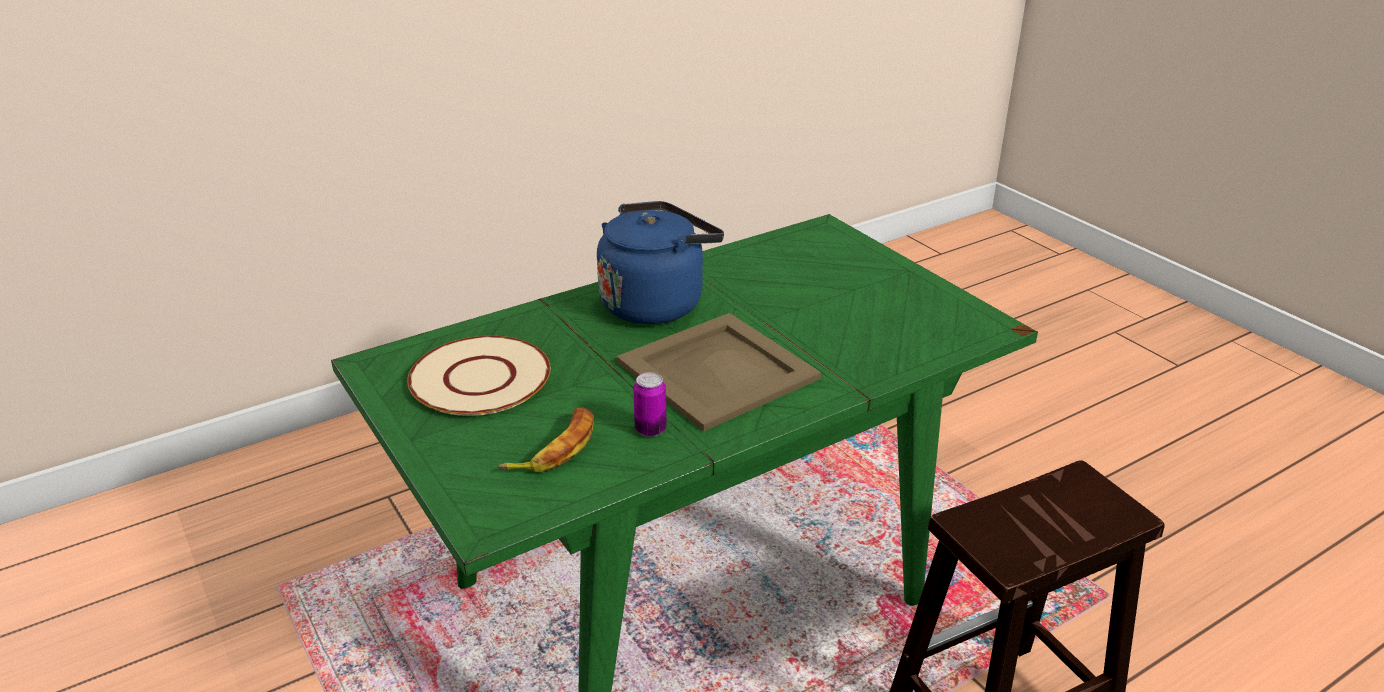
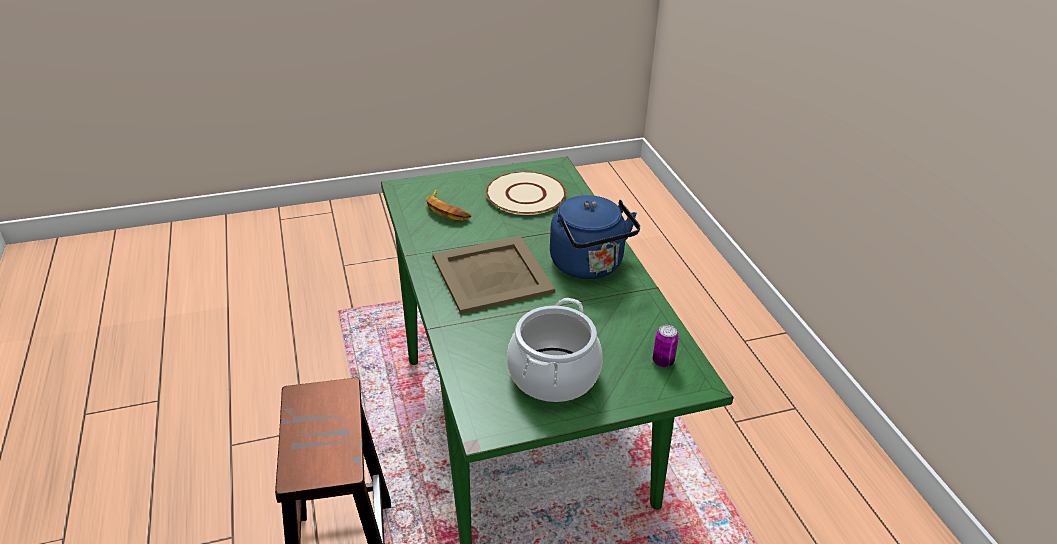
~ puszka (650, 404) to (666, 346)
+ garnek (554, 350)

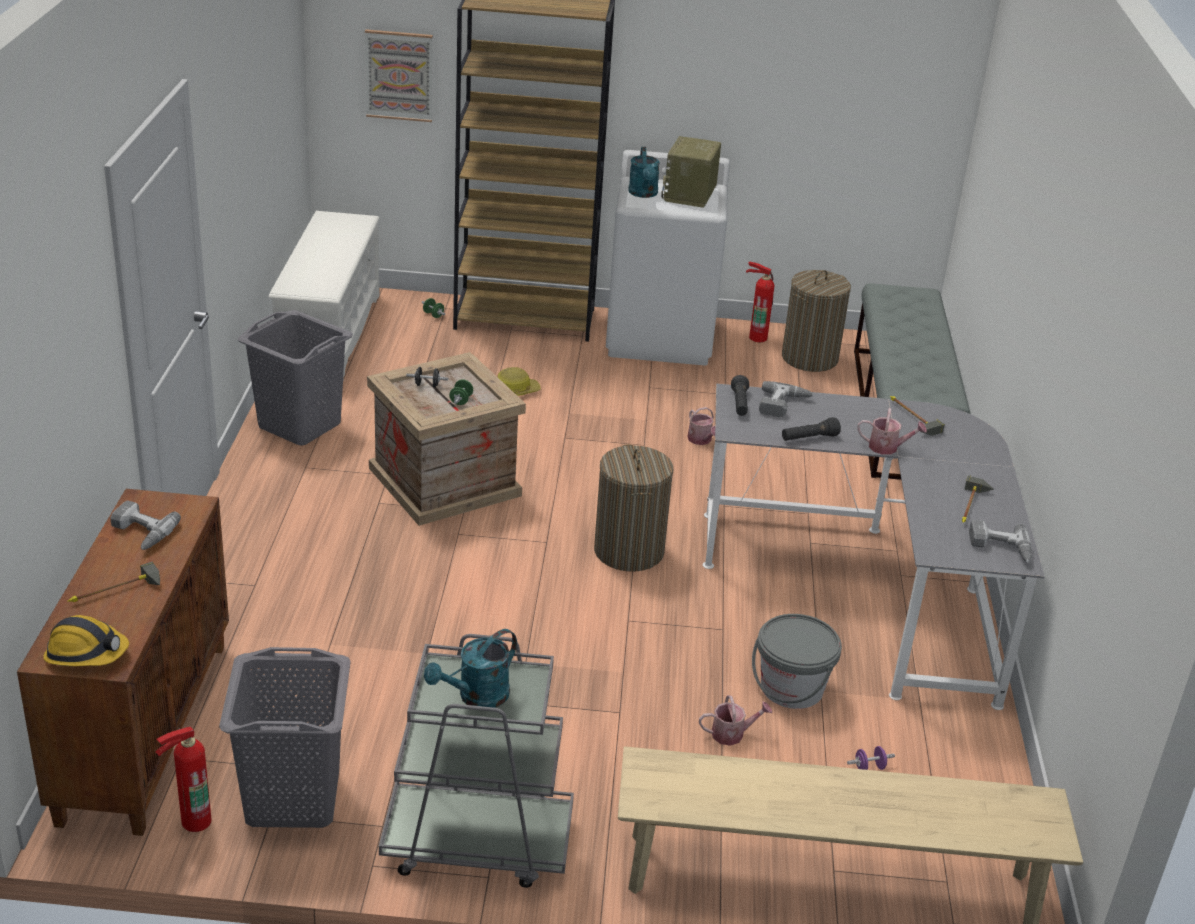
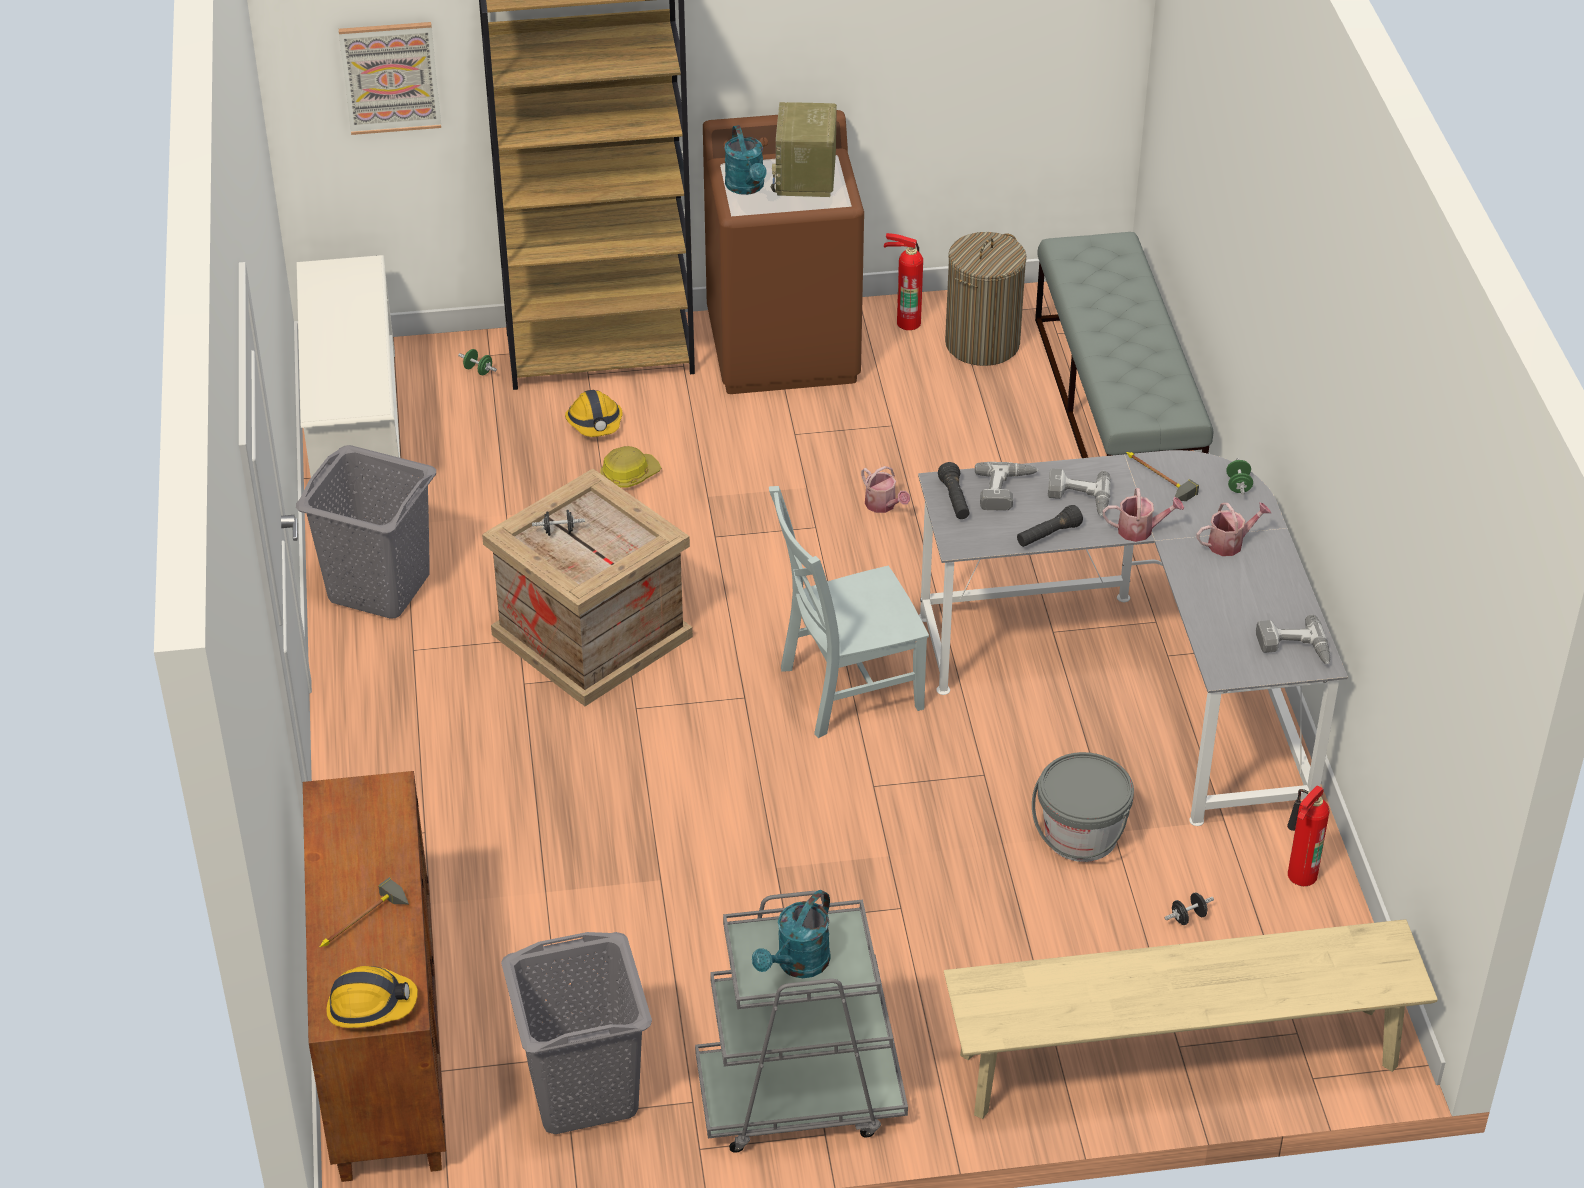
~ pralka [biały] (668, 257) to pralka [brązowy] (783, 252)
~ hantel [zielony] (461, 392) to (1239, 476)
~ kosz na pranie (633, 508) to krzesło [szary] (849, 612)
- młotek (978, 499)
~ wiertarka (145, 525) to (1079, 492)
~ konewka (735, 720) to (1233, 529)
~ gaśnica (184, 779) to (1308, 836)
~ hantel [fioletowy] (871, 758) to hantel [czarny] (1189, 908)
+ kask (593, 413)

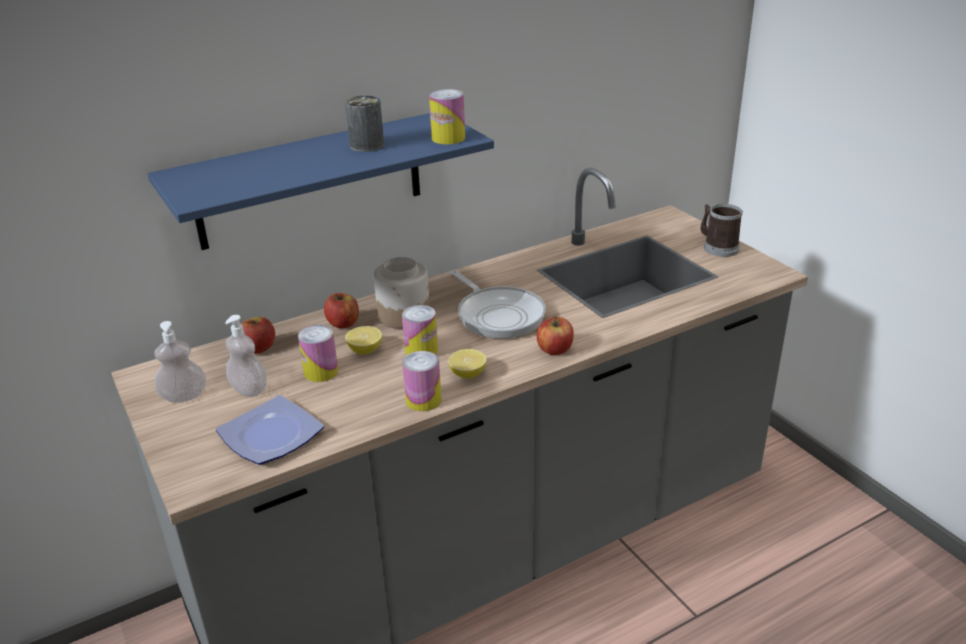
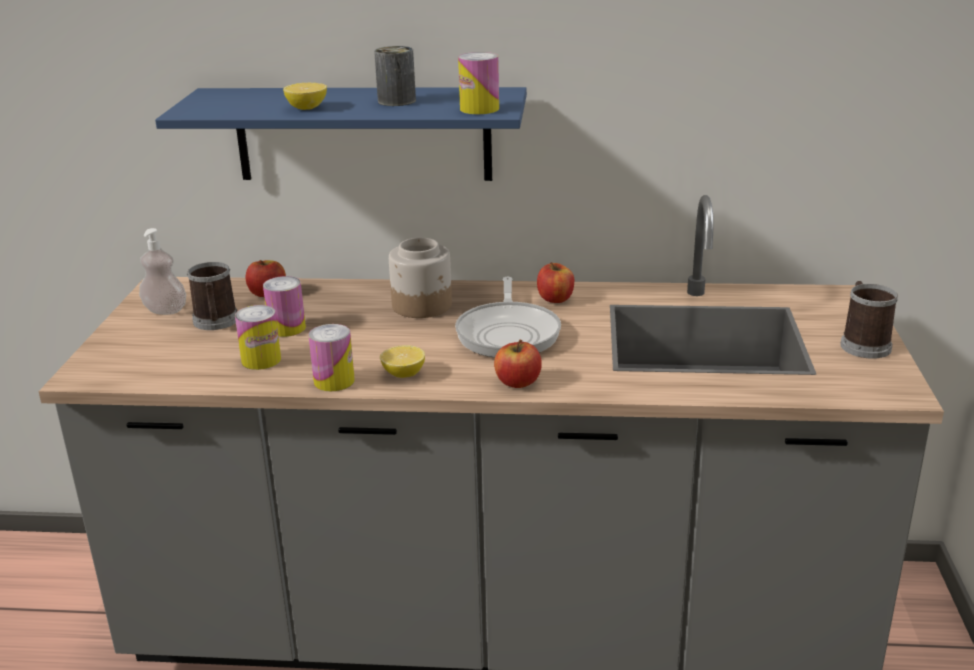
~ jabłko (341, 310) to (555, 282)
~ puszka (420, 330) to (258, 337)
~ dozownik mydła (246, 356) to kubek (212, 296)
~ cytryna (363, 340) to (305, 96)
- talerz (270, 430)

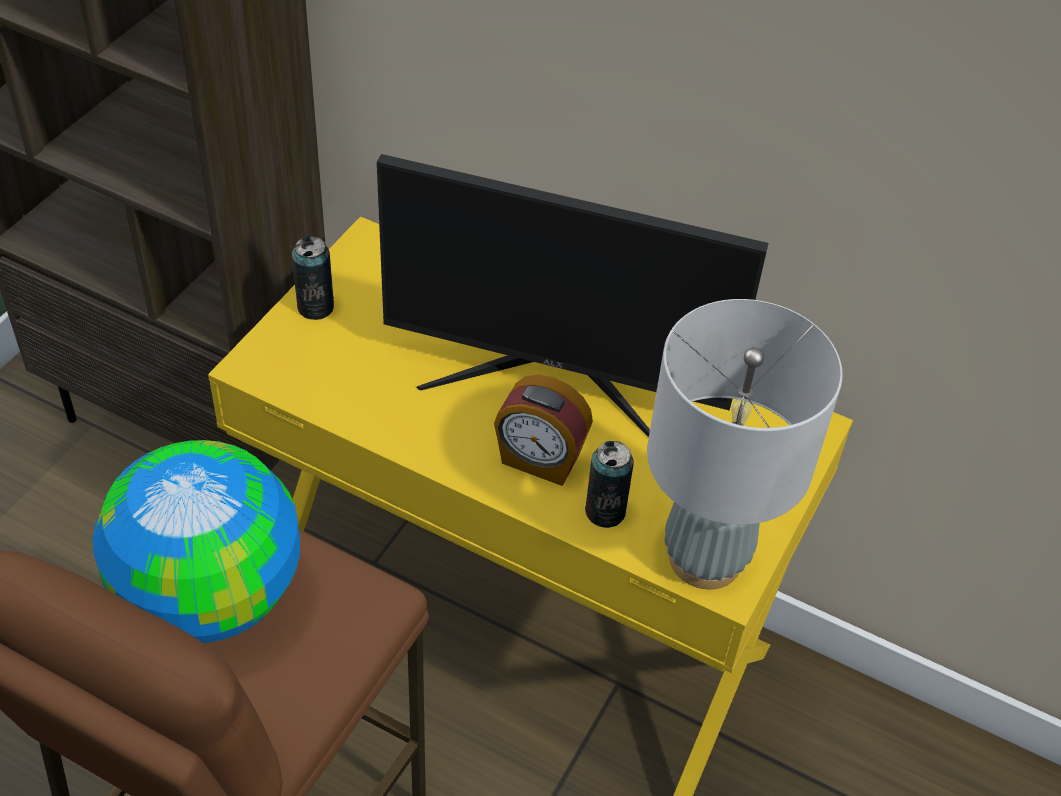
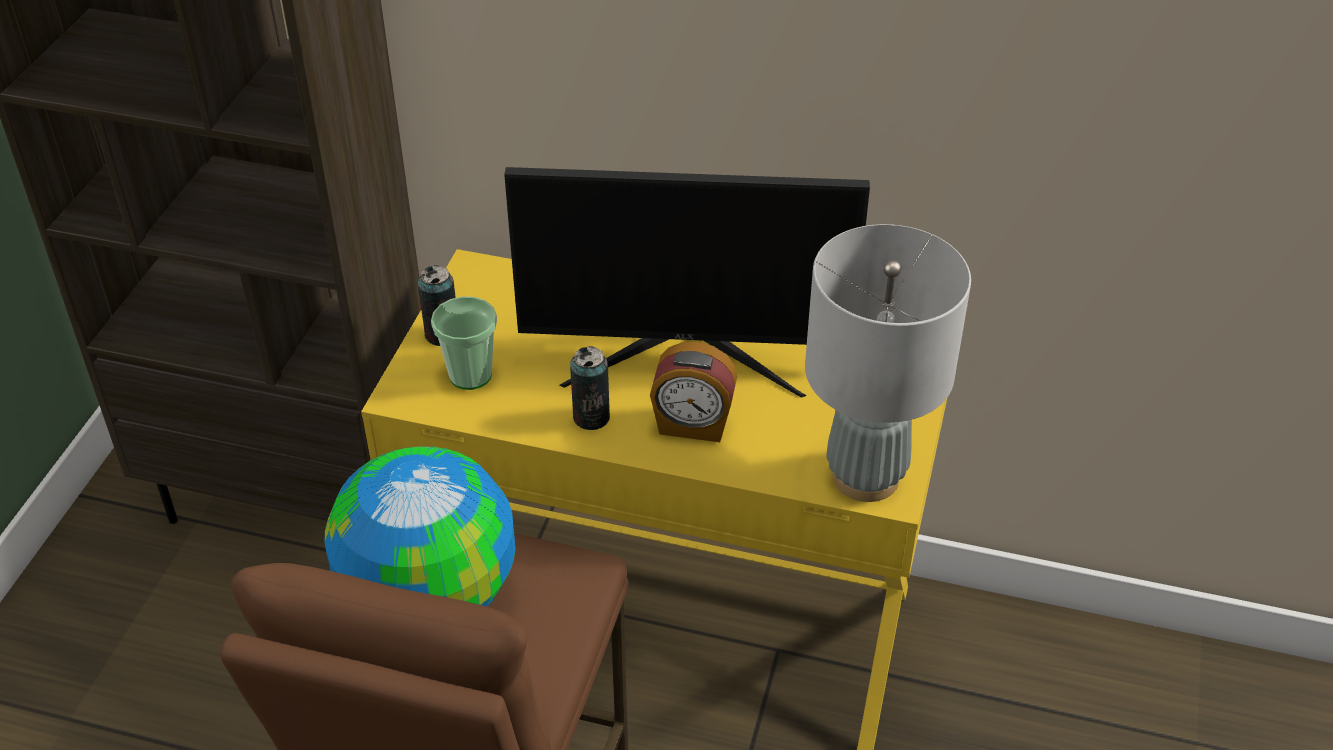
~ puszka (609, 484) to (590, 388)
+ filiżanka (464, 343)

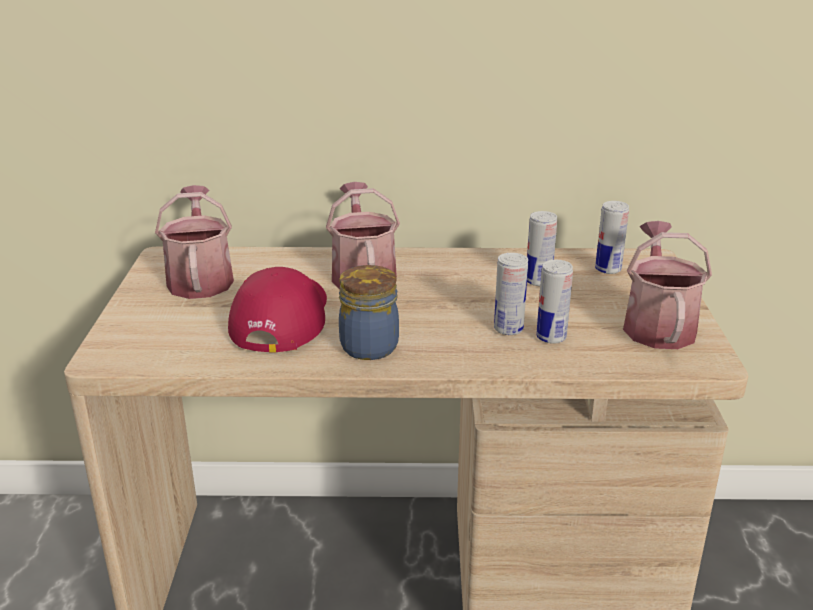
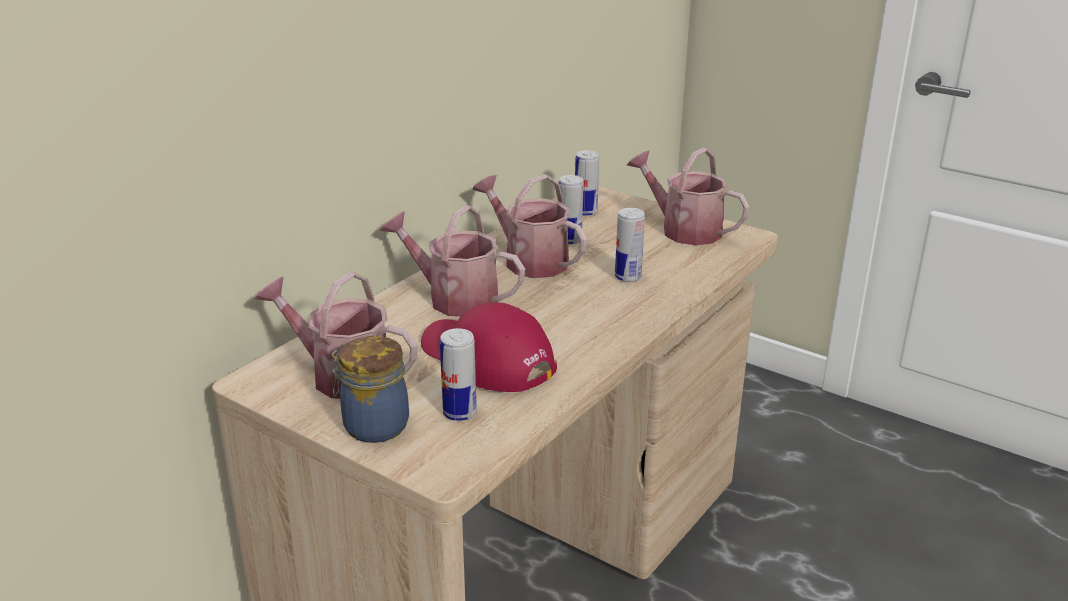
~ puszka (554, 302) to (458, 374)
~ słoik (369, 312) to (370, 389)
+ konewka (529, 226)

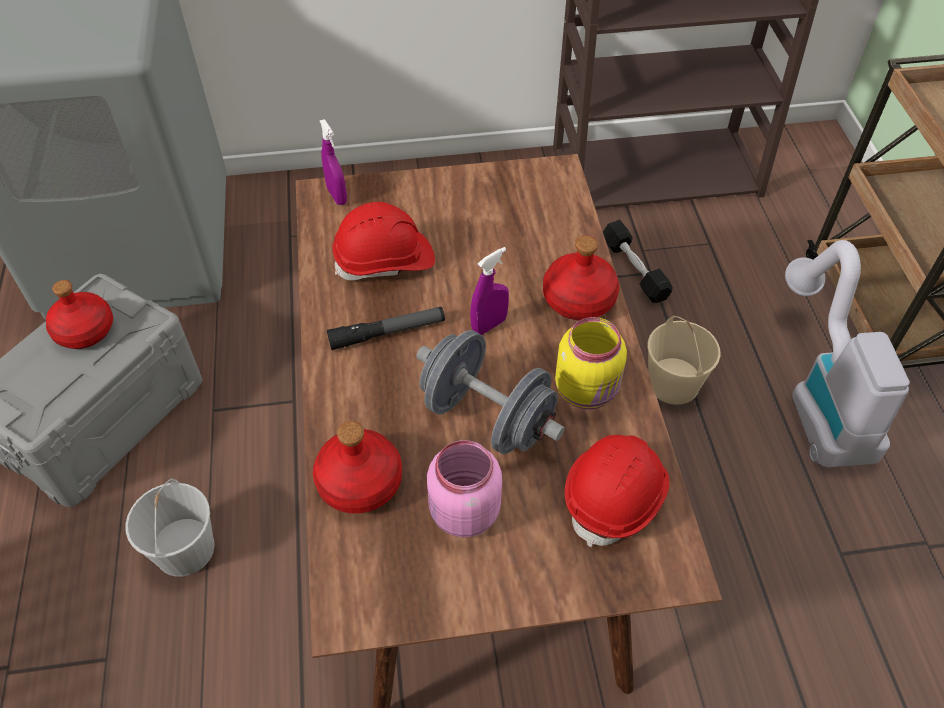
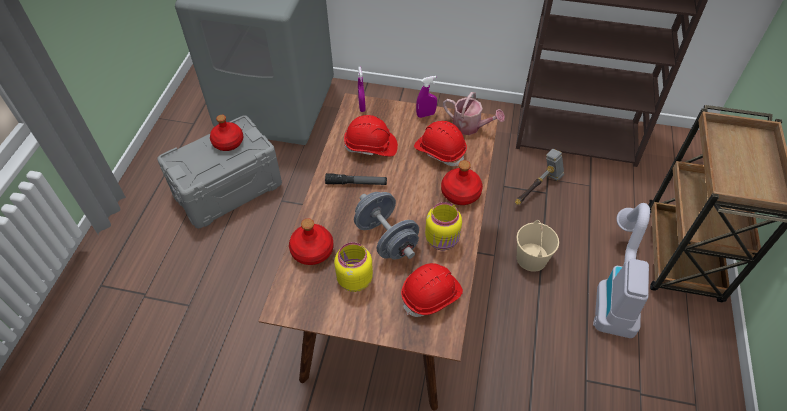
~ hantel [czarny] (638, 261) to młotek (539, 177)
~ spryskiwacz [fioletowy] (489, 291) to (426, 97)
~ słoik [różowy] (464, 488) to słoik [żółty] (353, 267)
- wiadro [biały] (170, 528)
+ konewka (474, 113)
+ kask [czerwony] (440, 143)

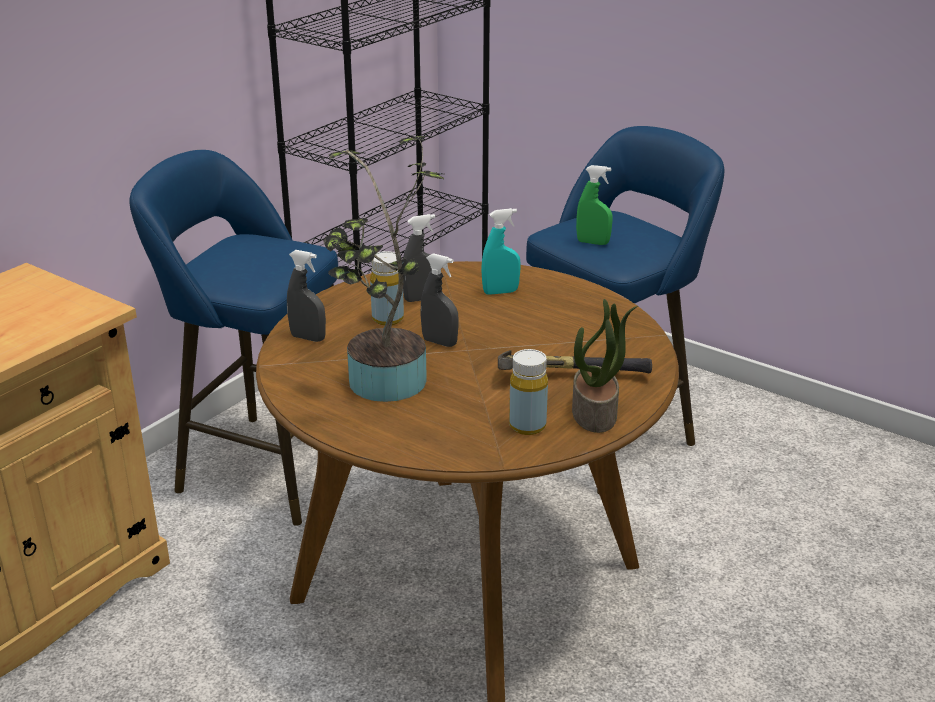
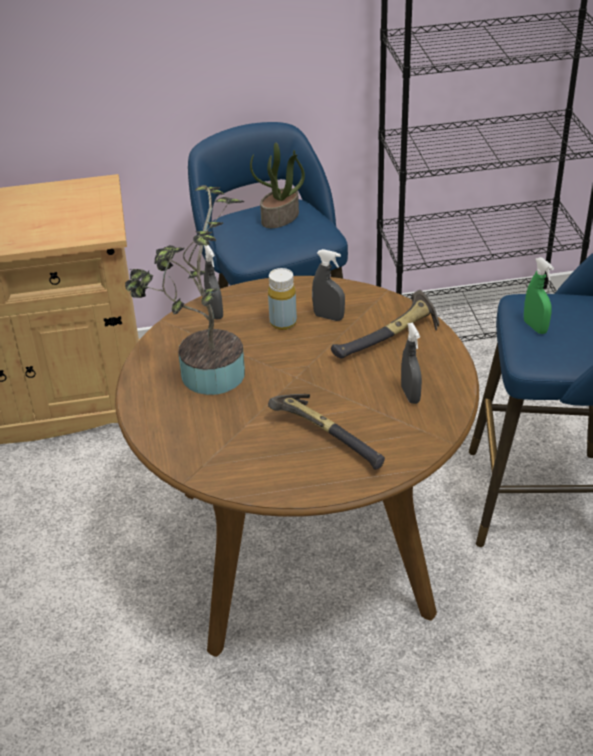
~ spryskiwacz [turkusowy] (501, 251) to młotek (385, 324)
~ spryskiwacz [szary] (439, 300) to (411, 363)
~ roślina doniczkowa (605, 366) to (277, 185)
- butelka [żółty] (528, 392)

